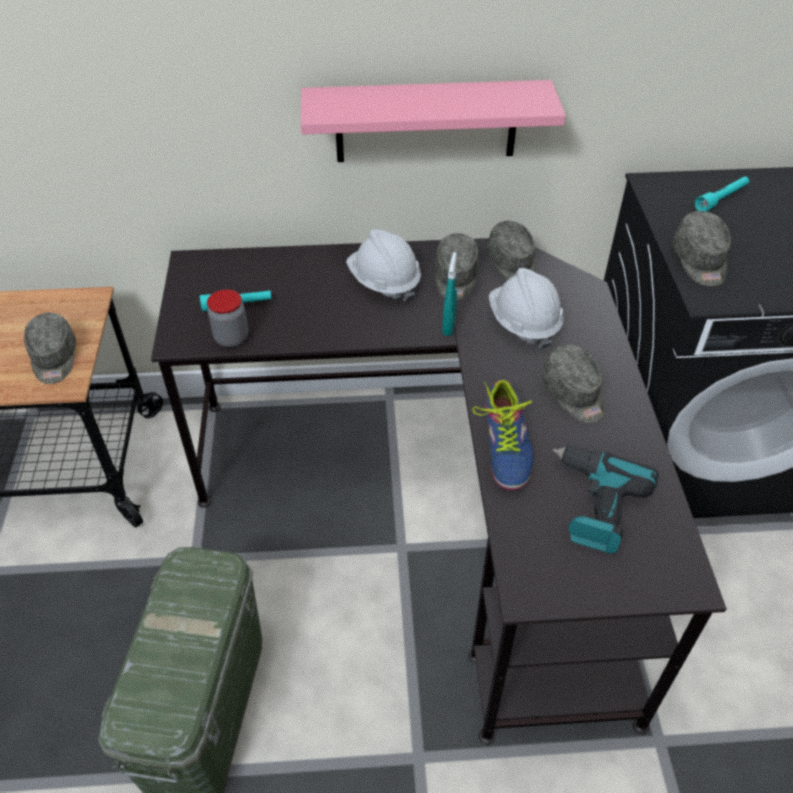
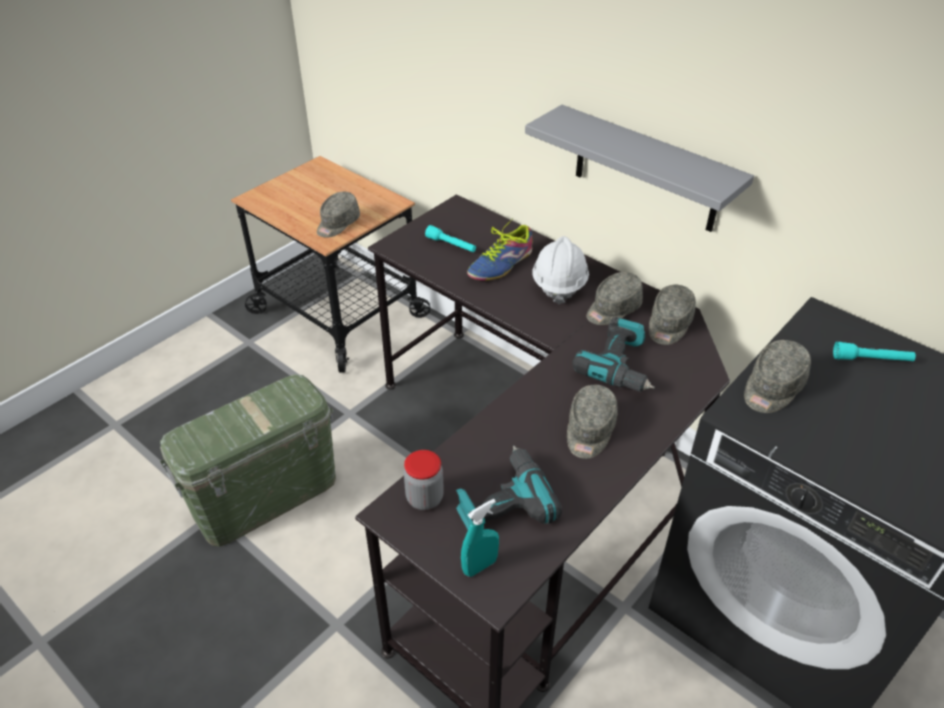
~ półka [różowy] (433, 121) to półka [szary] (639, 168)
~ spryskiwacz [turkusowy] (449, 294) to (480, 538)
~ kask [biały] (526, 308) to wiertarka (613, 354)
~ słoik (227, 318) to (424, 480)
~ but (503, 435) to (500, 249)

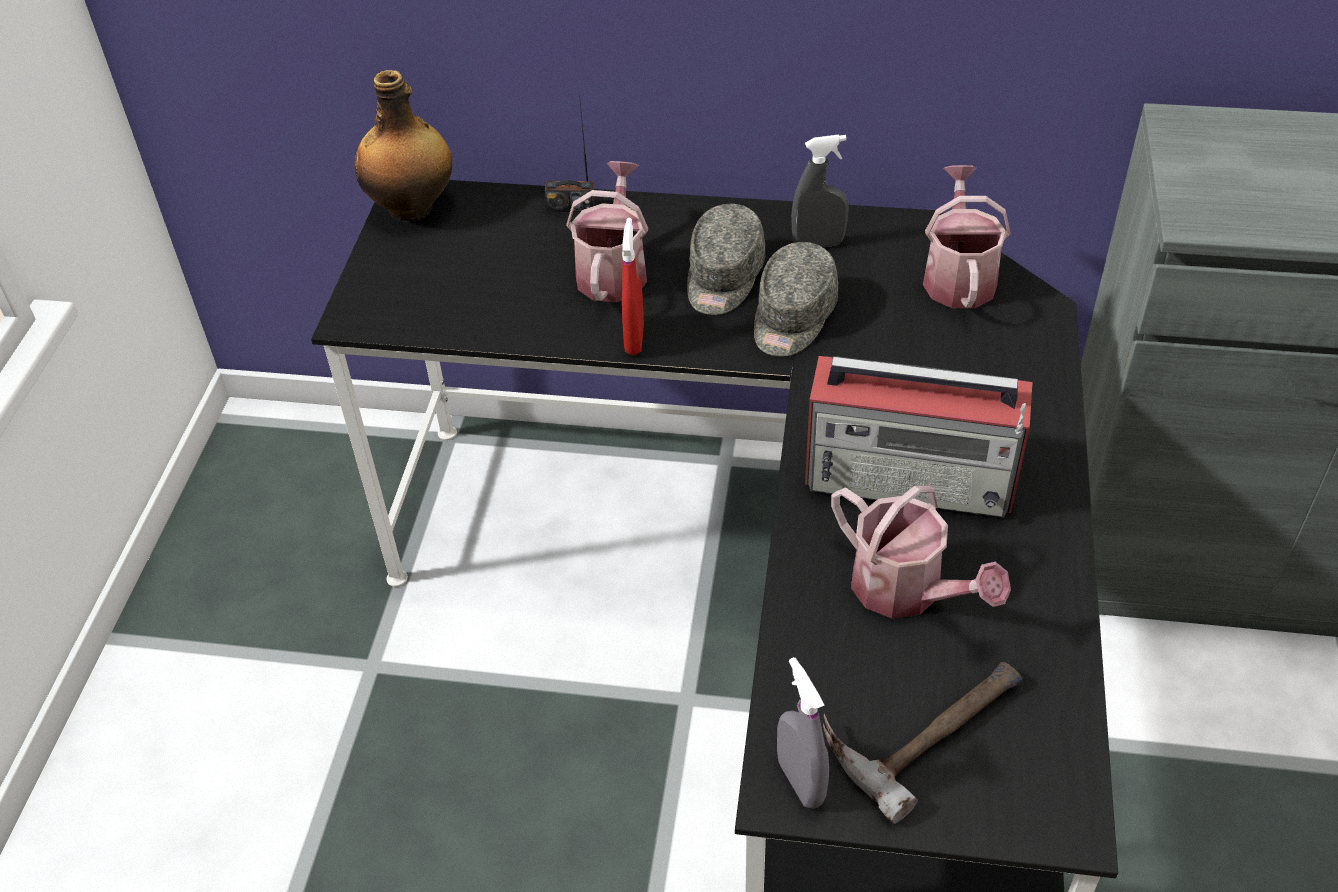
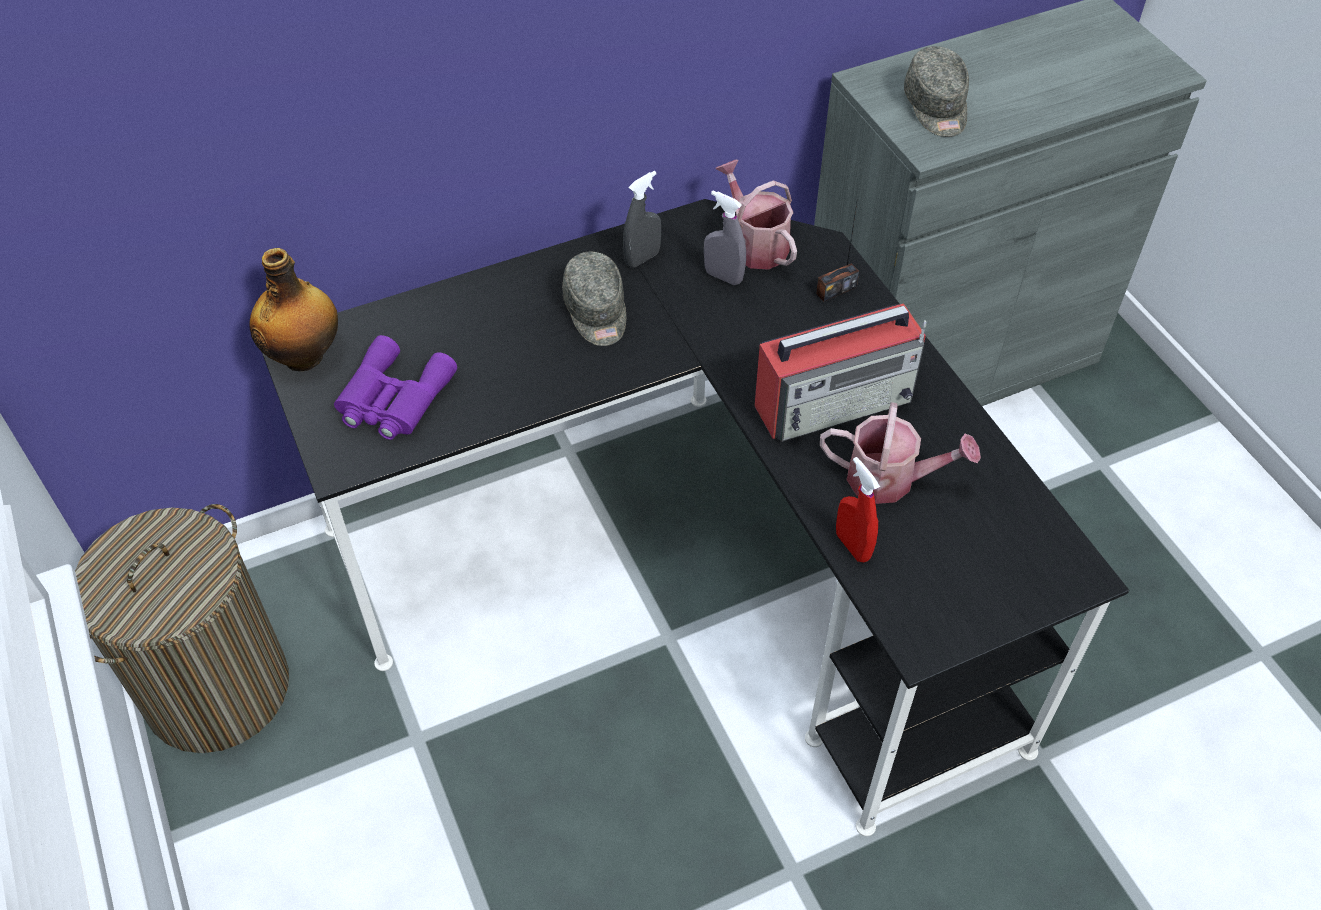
~ radio (570, 153) to (837, 252)
- konewka (607, 231)
~ spryskiwacz [czerwony] (633, 286) to (858, 509)
~ czapka z daszkiem [szary] (796, 299) to (936, 91)
~ spryskiwacz [szary] (803, 733) to (725, 237)
- młotek (923, 743)
+ lornetka [fioletowy] (395, 387)
+ kosz na pranie (182, 628)

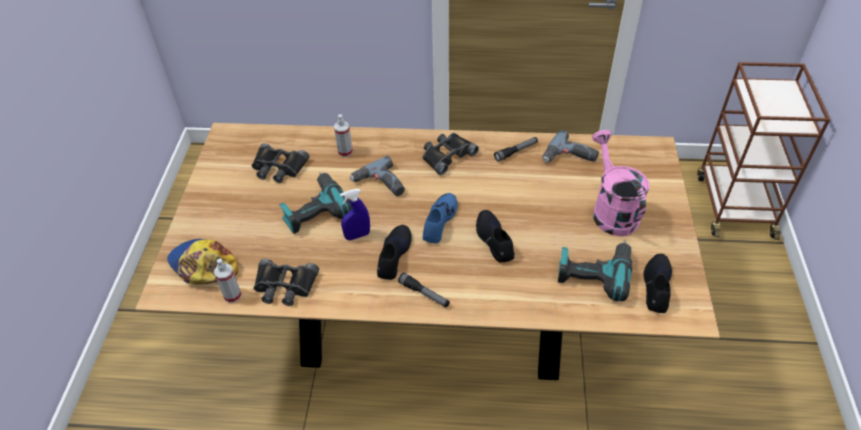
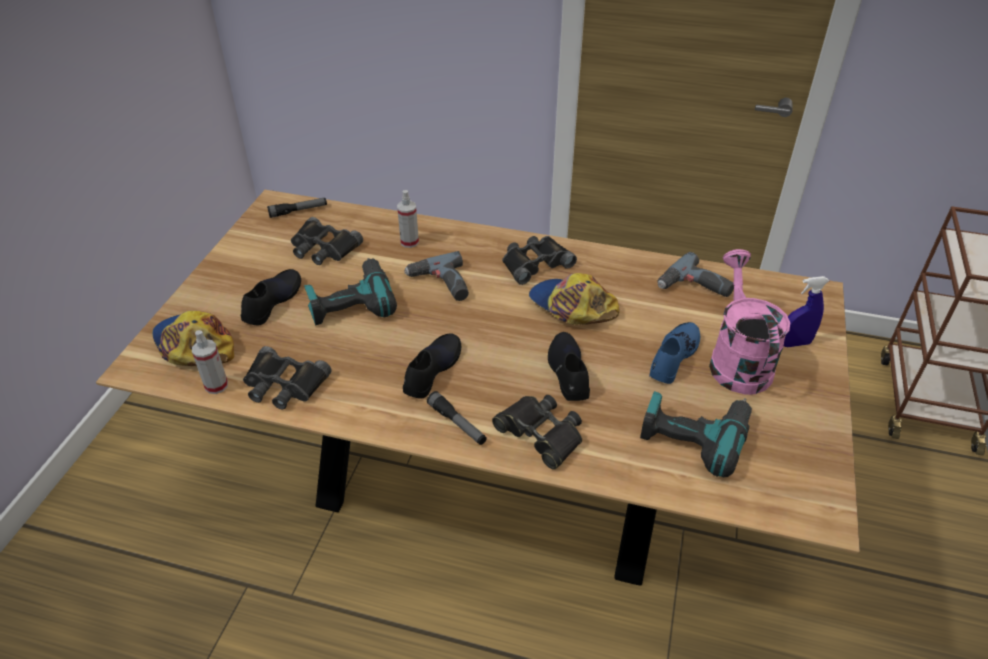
~ latarka (516, 149) to (297, 208)
~ spryskiwacz [niebieski] (355, 214) to (806, 311)
~ but [niebieski] (440, 218) to (674, 353)
~ but [czarny] (657, 283) to (270, 297)
+ czapka z daszkiem (574, 299)
+ lornetka [czarny] (537, 432)

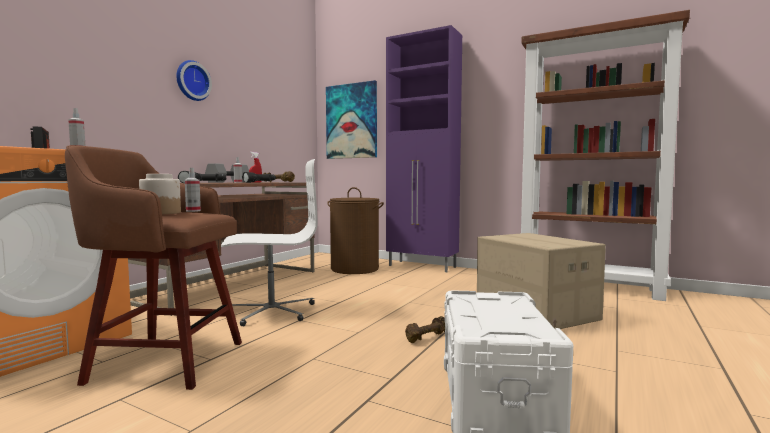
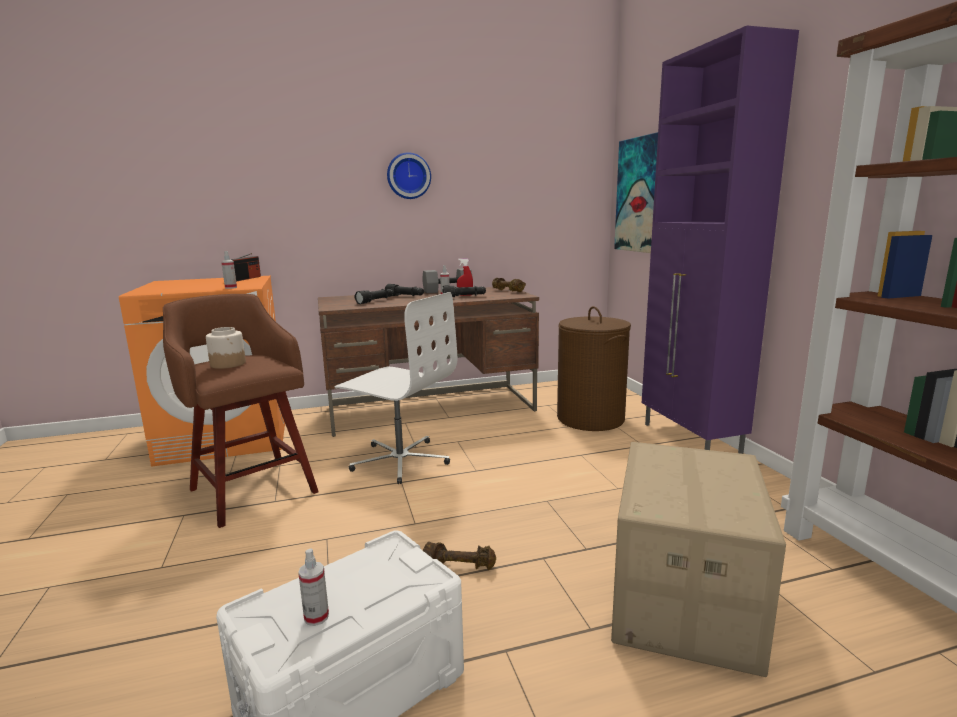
~ spryskiwacz (193, 190) to (313, 587)

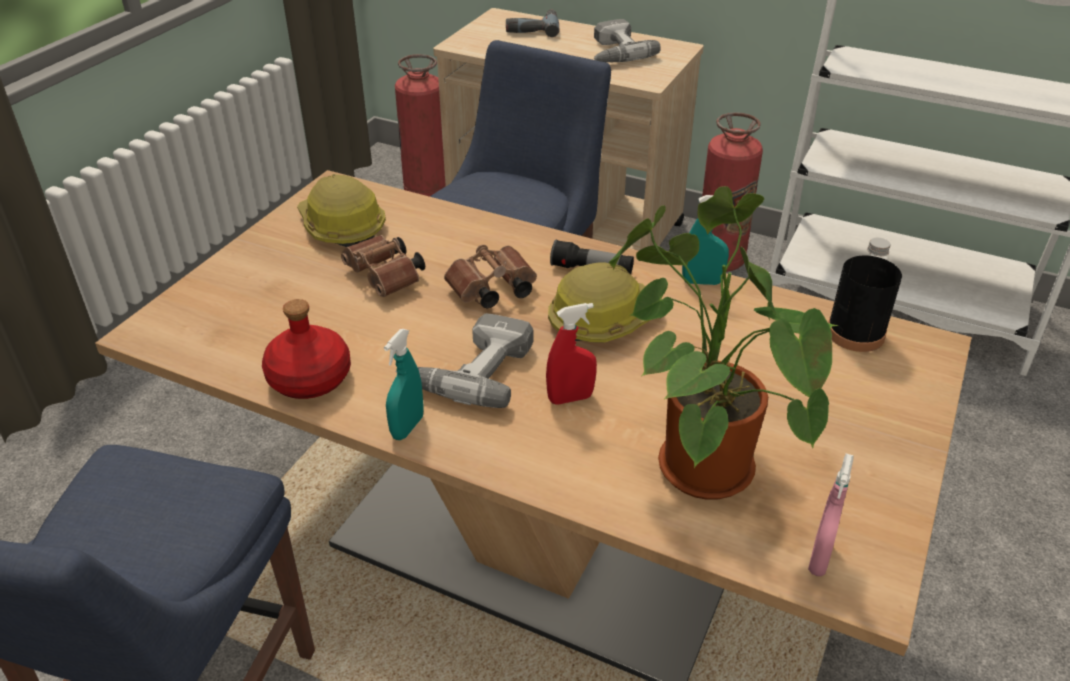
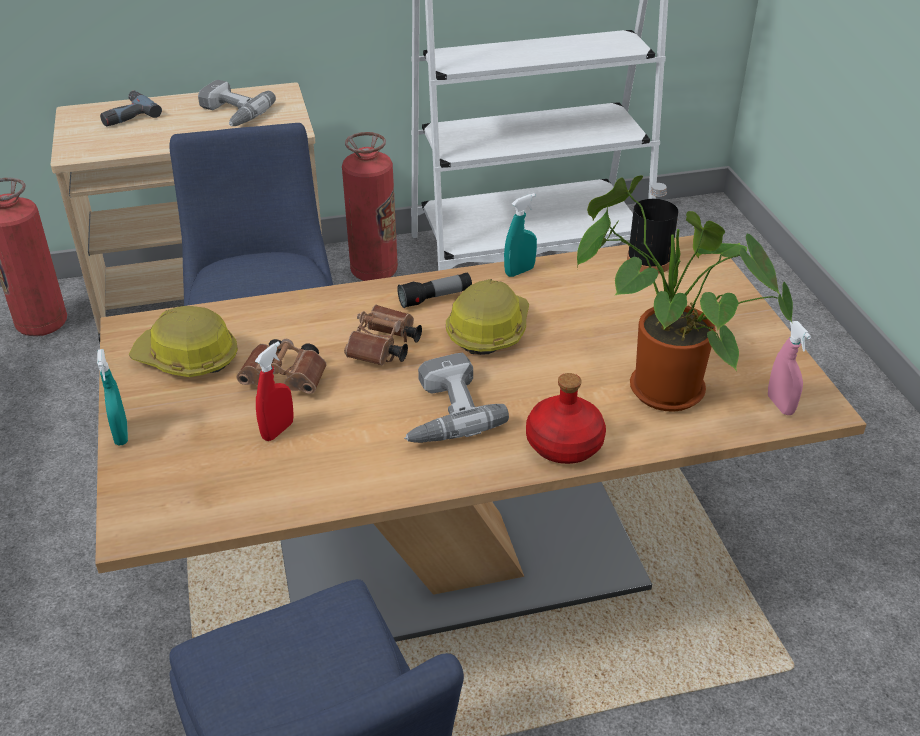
~ butelka [czerwony] (306, 349) to (566, 418)
~ spryskiwacz [czerwony] (571, 354) to (274, 391)
~ spryskiwacz [turkusowy] (404, 384) to (112, 397)

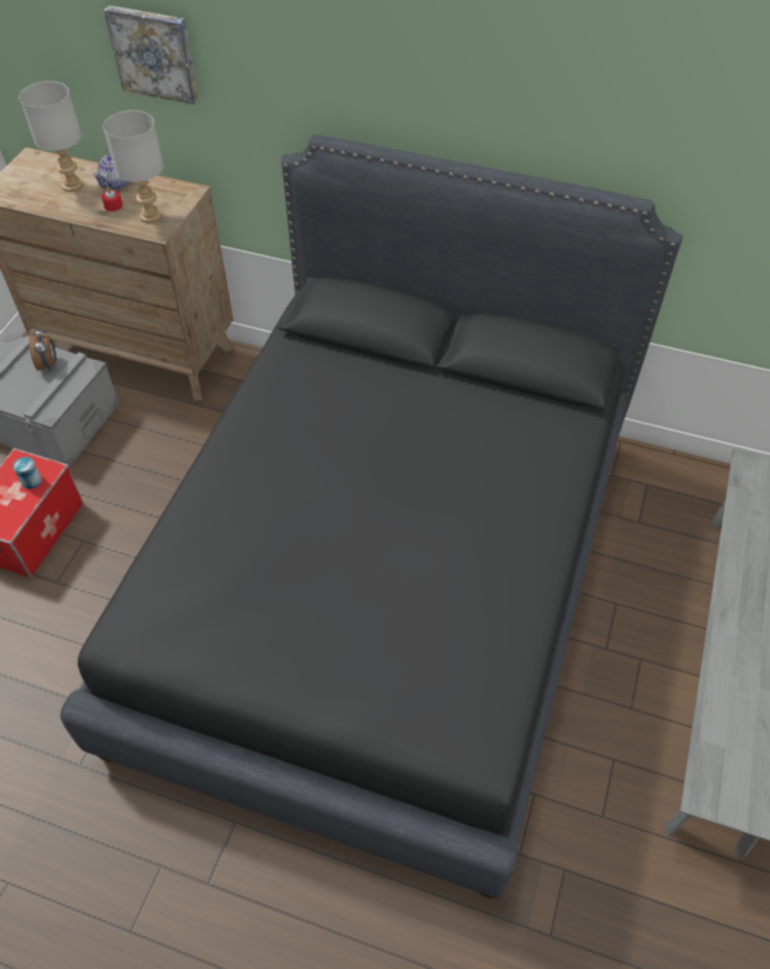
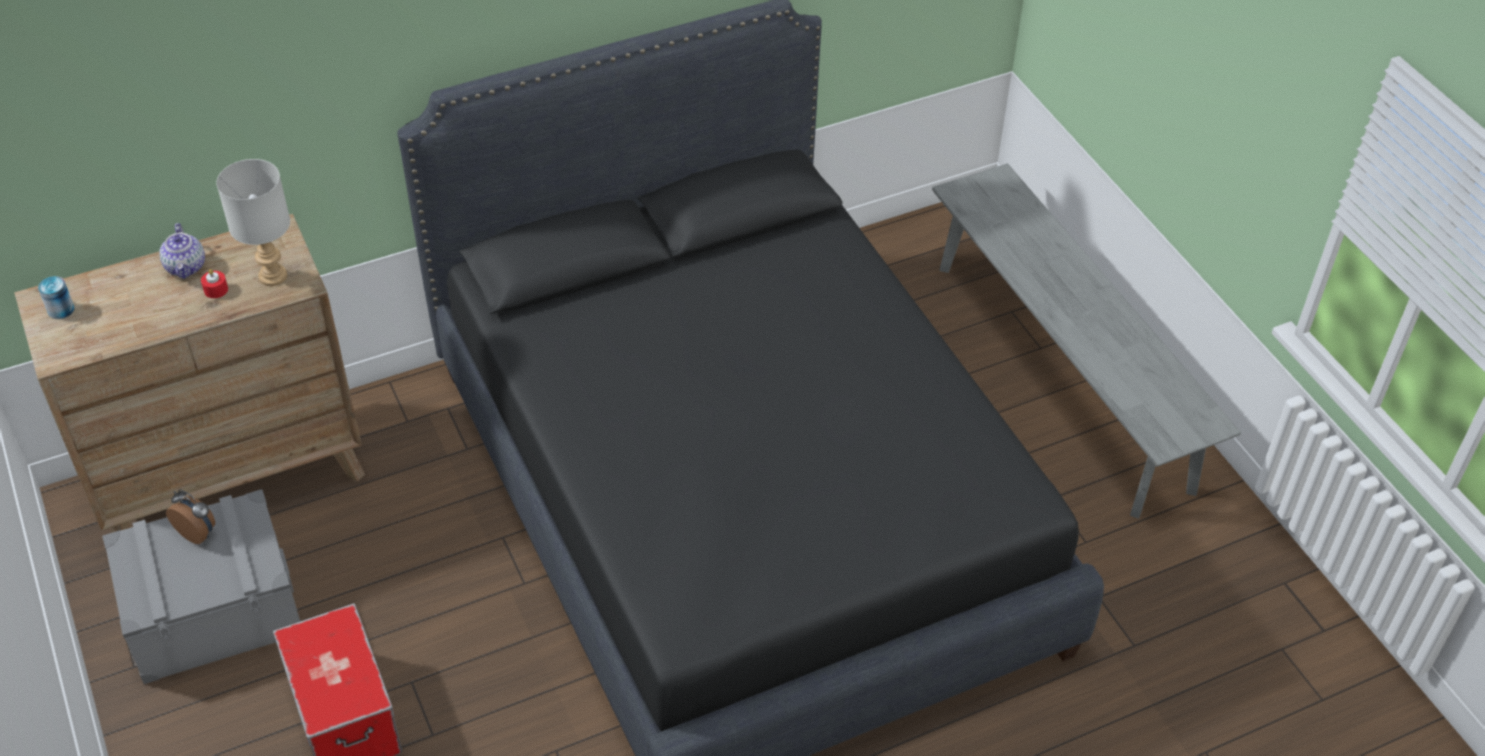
- obraz (151, 55)
- lampa stołowa [szary] (51, 136)
~ puszka (27, 473) to (56, 297)

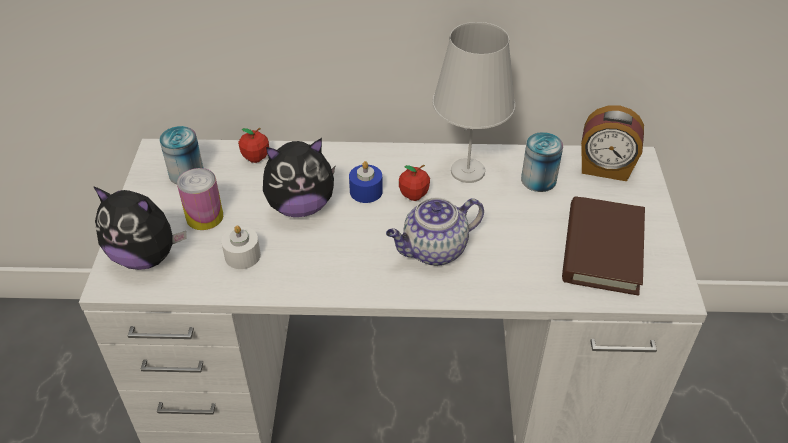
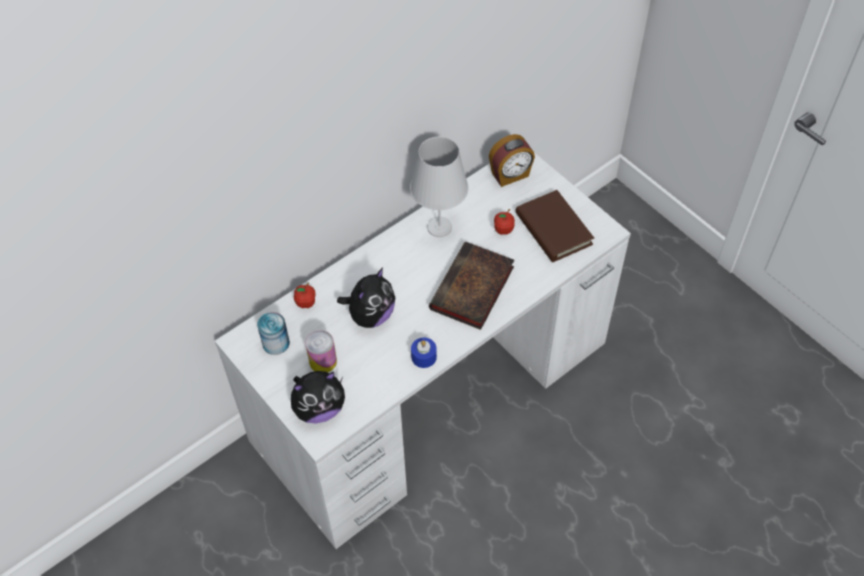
- puszka (542, 162)
~ świeca [niebieski] (366, 182) to (424, 353)
~ jabłko (414, 183) to (504, 222)
~ imbryk (435, 231) to książka (471, 285)
- świeca [biały] (241, 247)

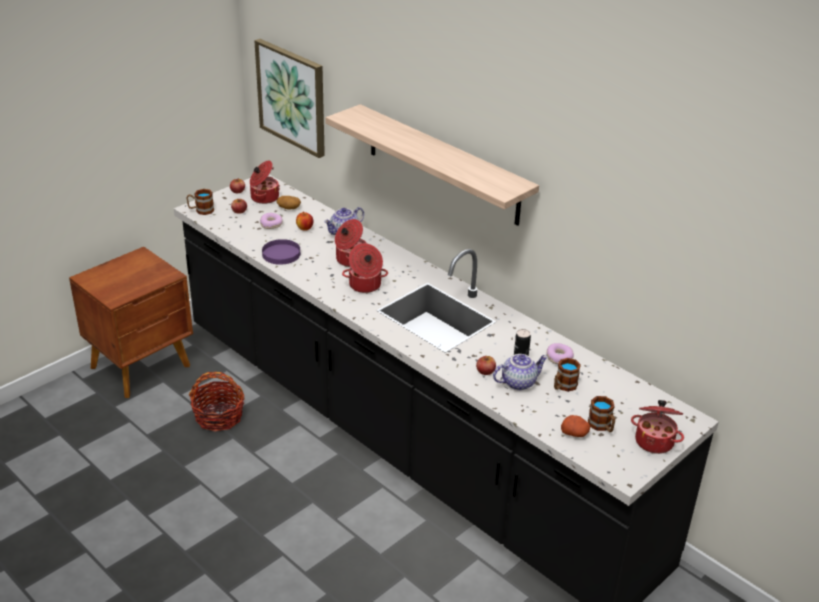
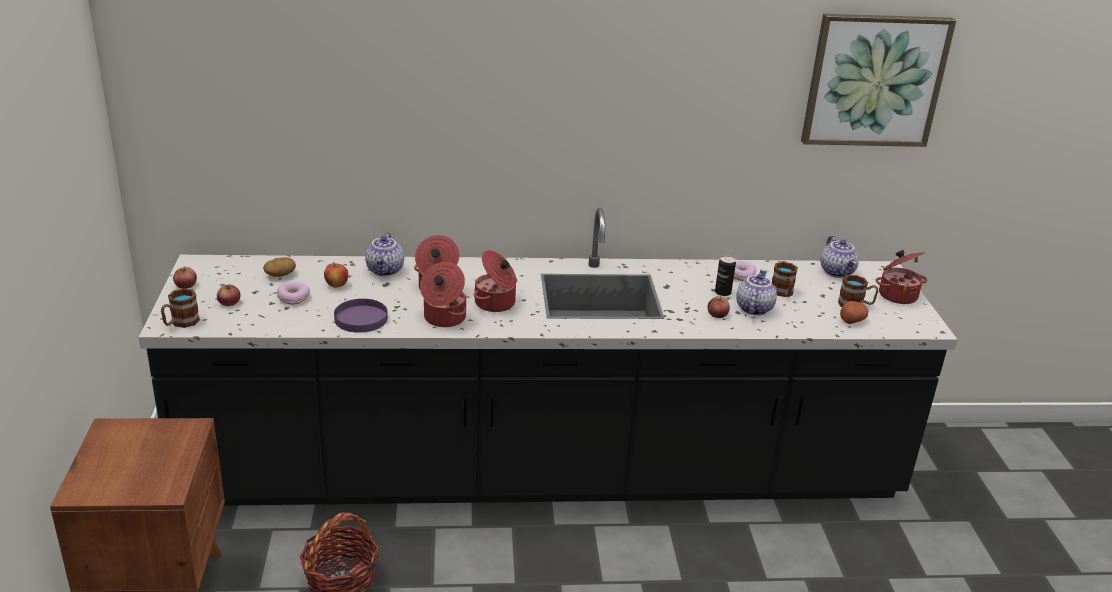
~ obraz (289, 98) to (878, 80)
- półka (432, 165)
~ garnek (265, 182) to (443, 294)
+ imbryk (840, 256)

